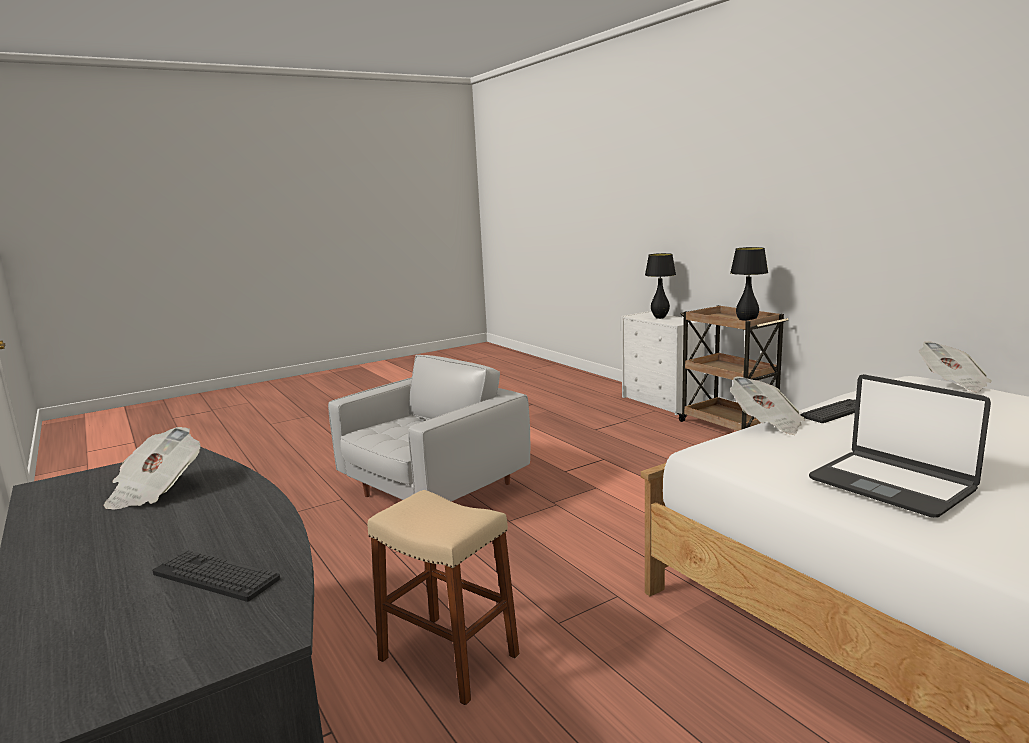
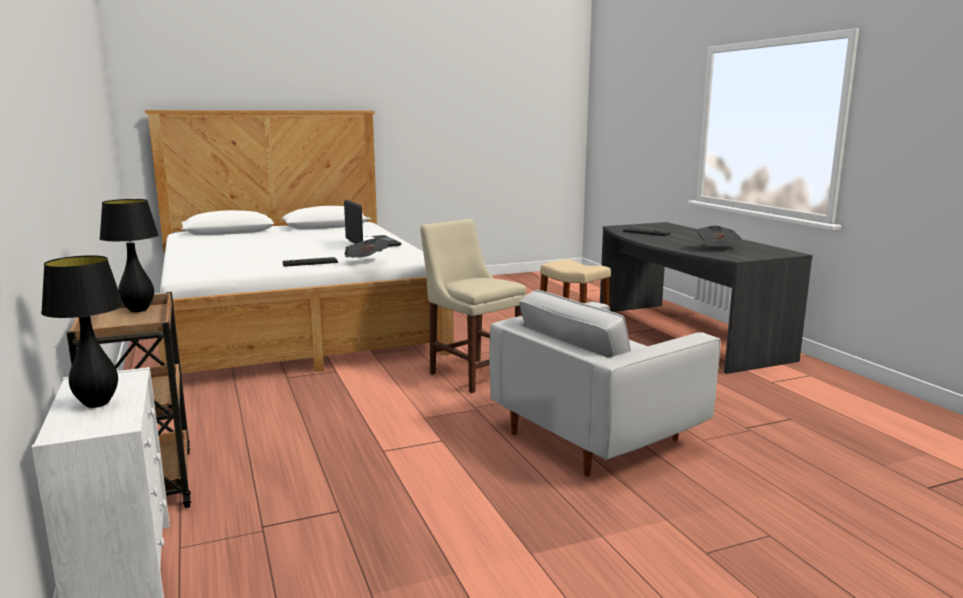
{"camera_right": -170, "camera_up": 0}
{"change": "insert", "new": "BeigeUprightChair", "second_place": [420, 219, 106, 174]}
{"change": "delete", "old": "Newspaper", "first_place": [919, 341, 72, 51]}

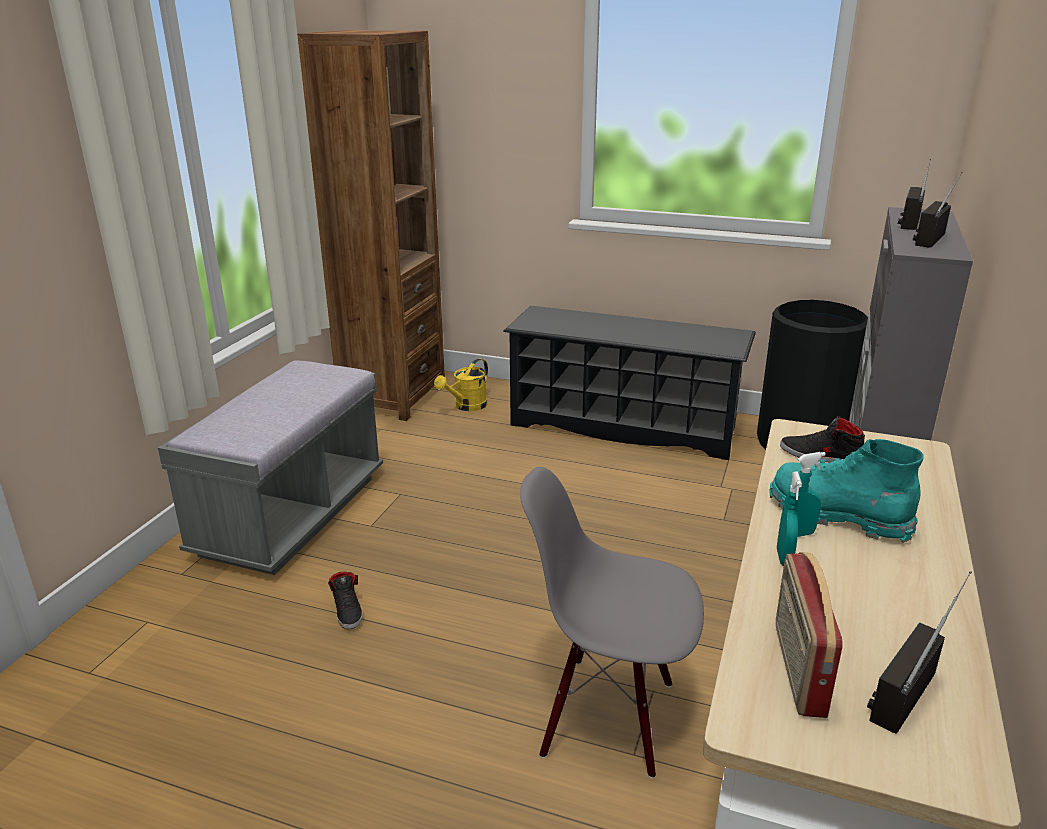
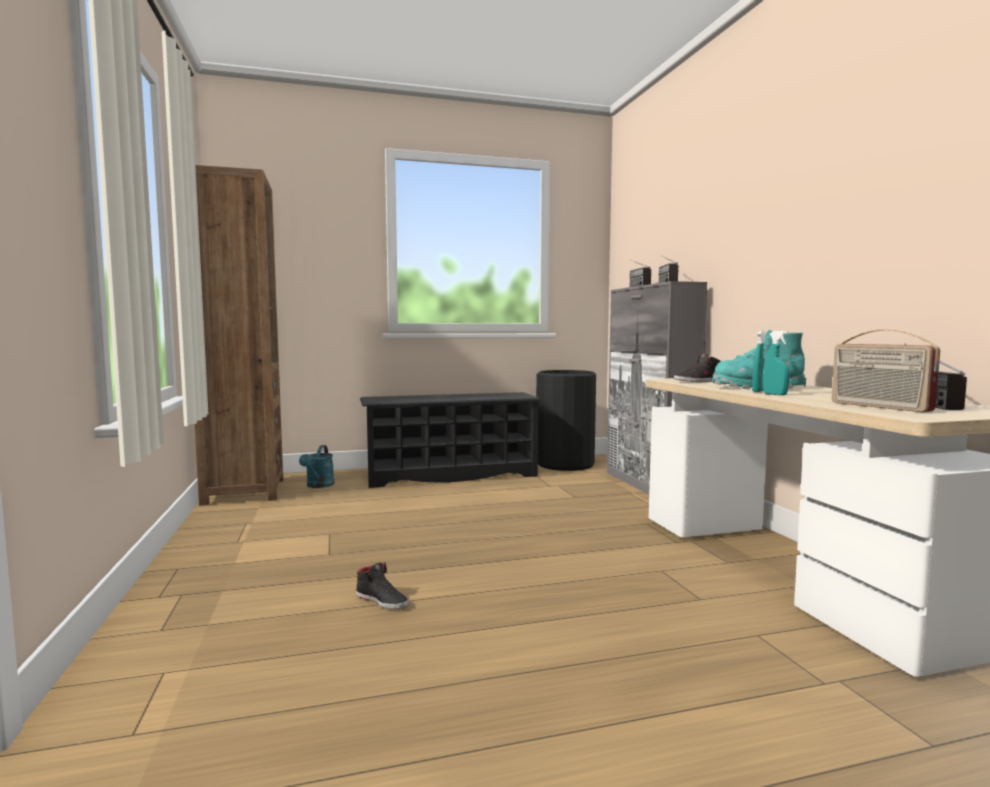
{"camera_right": -35, "camera_up": -20}
{"change": "recolor", "old": "YellowishWateringPot", "new": "BlueGreenWateringPot", "first_place": [434, 358, 54, 53], "second_place": [299, 445, 36, 43]}
{"change": "delete", "old": "GreyishBench", "first_place": [158, 360, 225, 215]}
{"change": "delete", "old": "GreyishUprightChair", "first_place": [520, 467, 184, 312]}

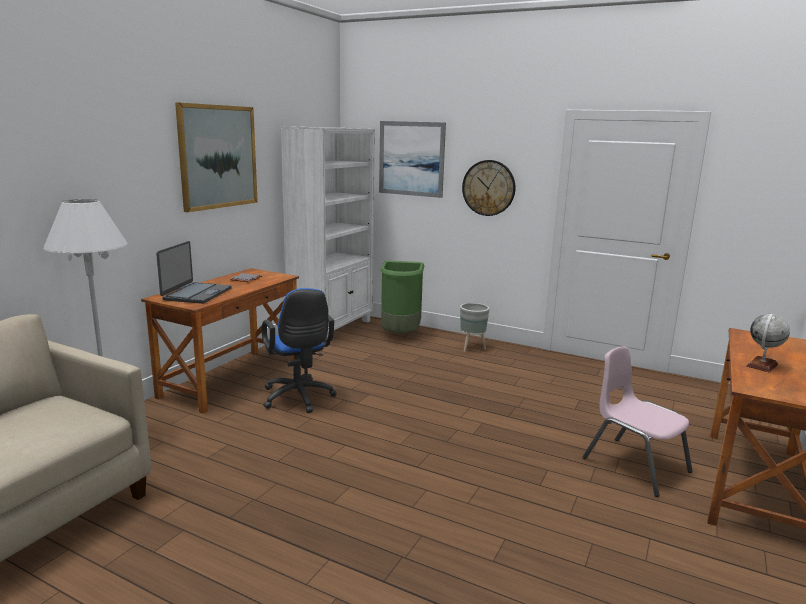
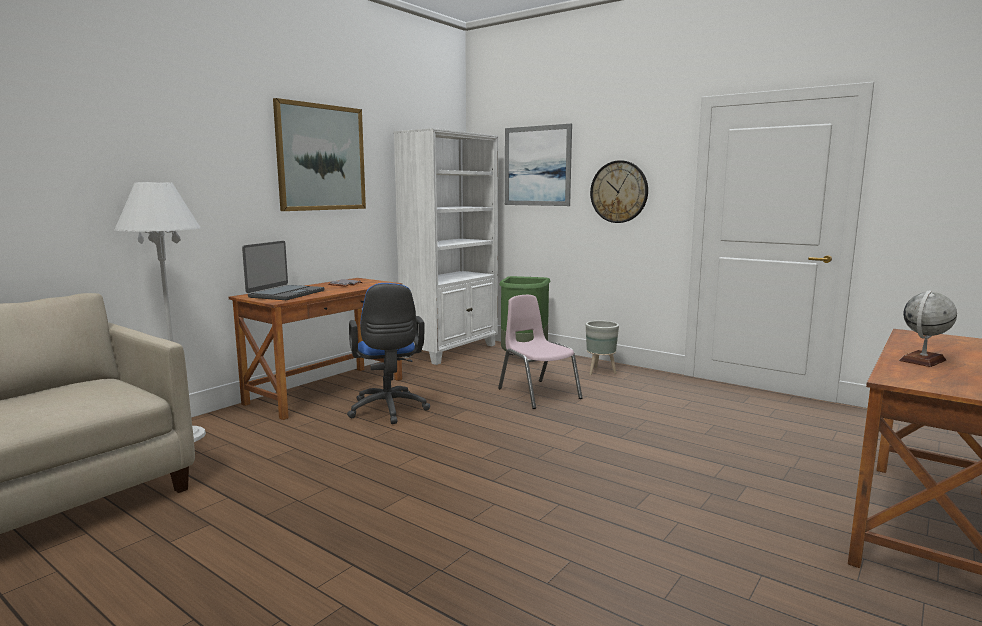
{"camera_right": 10, "camera_up": -5}
{"change": "move", "old": "PinkUprightChair", "first_place": [583, 346, 110, 151], "second_place": [498, 295, 85, 114]}

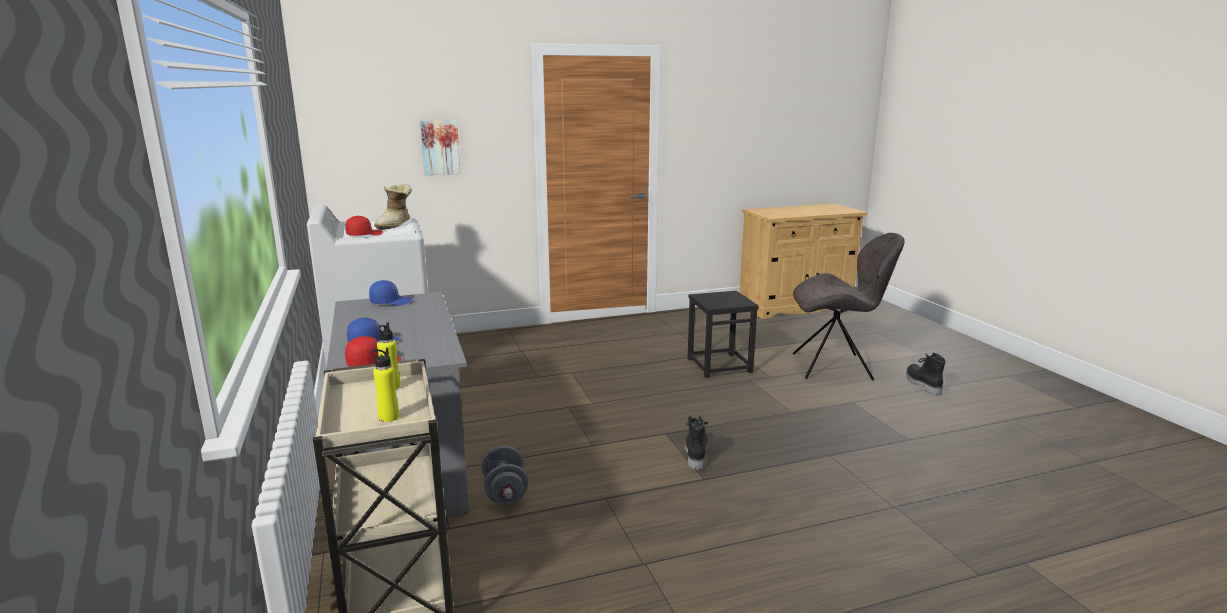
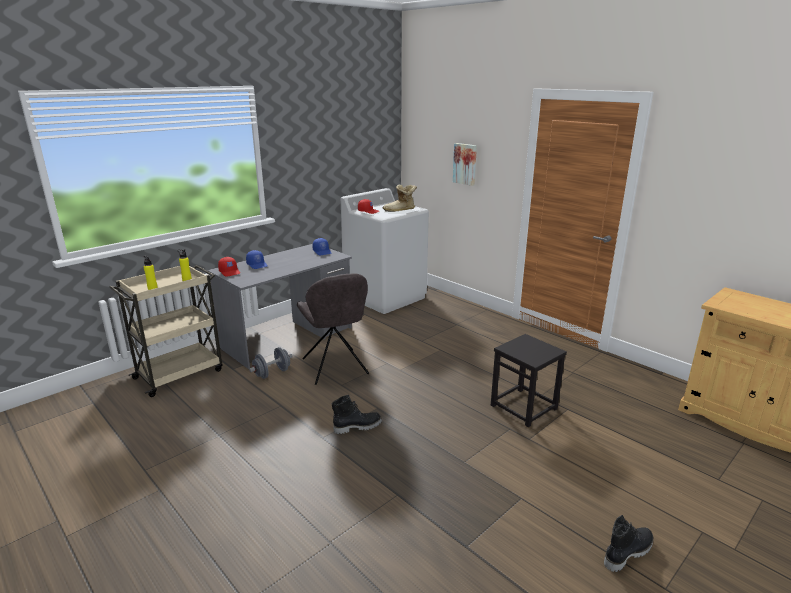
{"camera_right": 65, "camera_up": 5}
{"change": "move", "old": "GreyishUprightChair", "first_place": [793, 233, 112, 148], "second_place": [297, 273, 72, 112]}

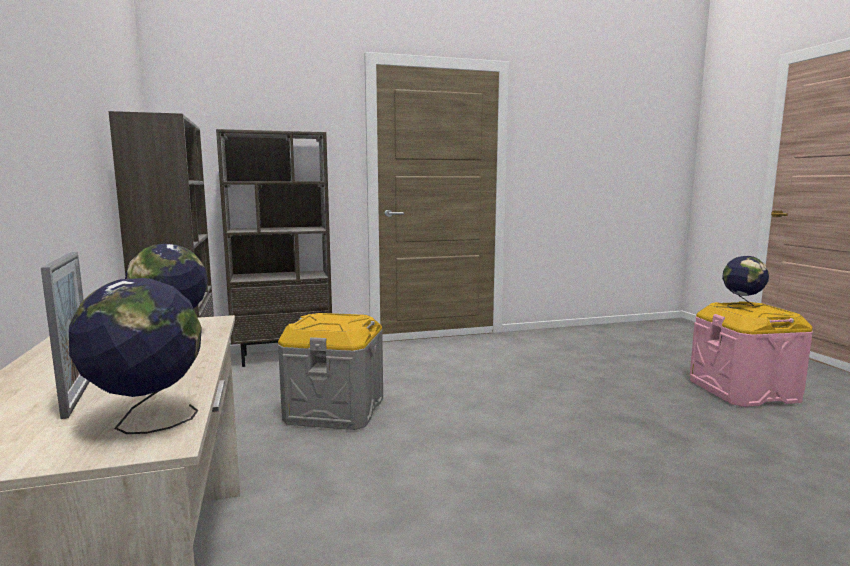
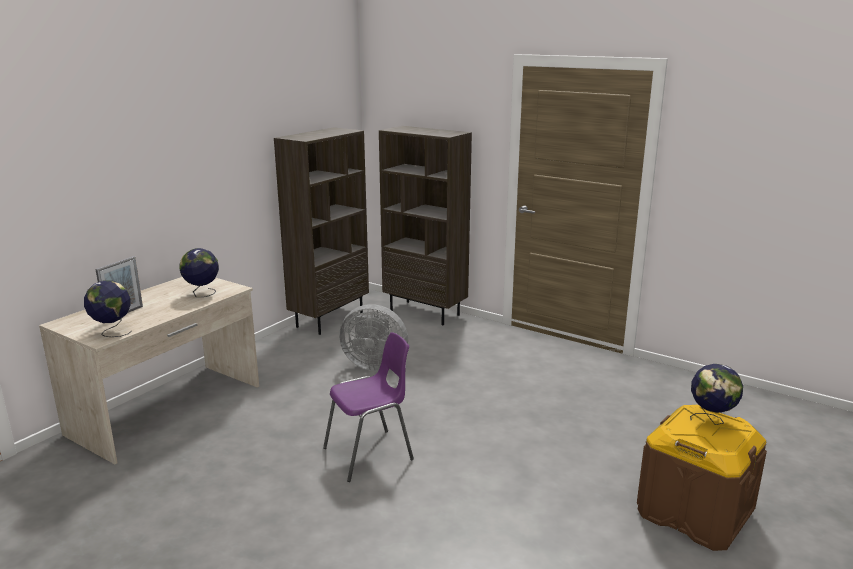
{"camera_right": 50, "camera_up": 10}
{"change": "insert", "new": "PurpleUprightChair", "second_place": [323, 332, 91, 150]}
{"change": "replace", "old": "GreyishStorageBin", "new": "GreyishElectricFan", "first_place": [278, 313, 105, 117], "second_place": [339, 304, 69, 67]}
{"change": "recolor", "old": "PinkStorageBin", "new": "BrownStorageBin", "first_place": [690, 301, 123, 106], "second_place": [637, 405, 130, 146]}

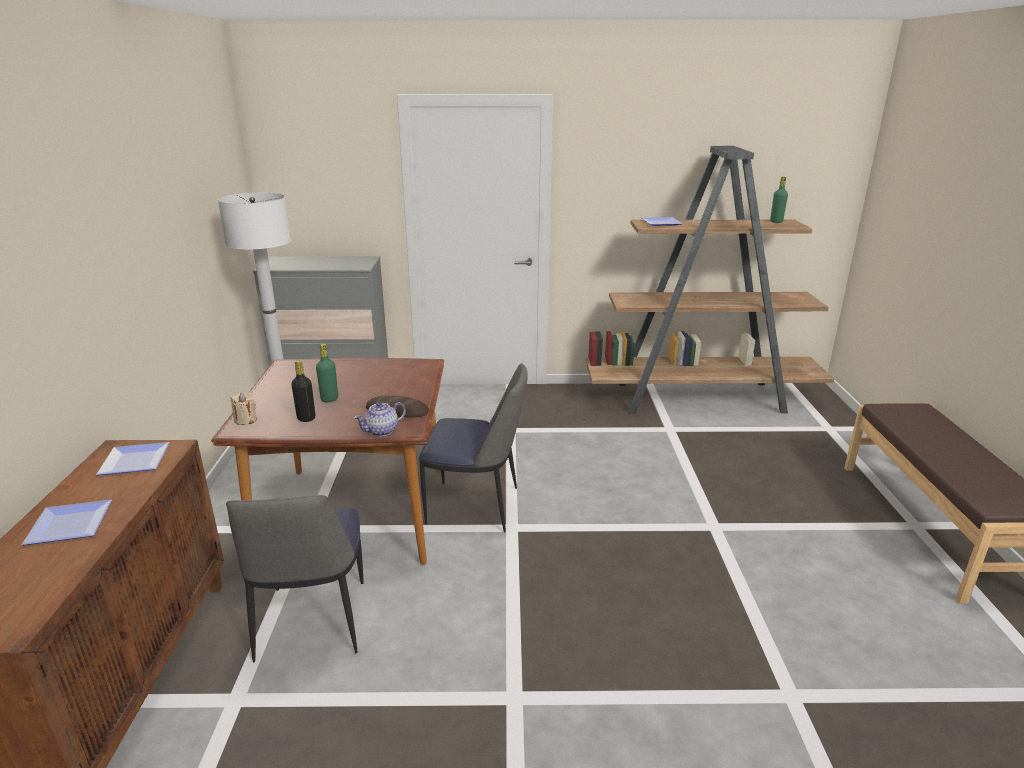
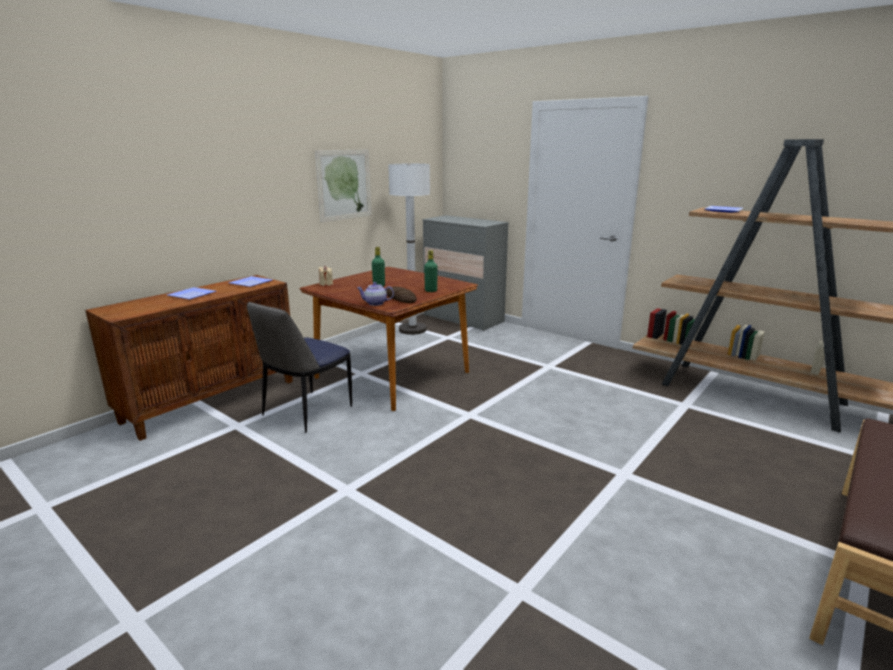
{"camera_right": 40, "camera_up": -5}
{"change": "insert", "new": "WallArt", "second_place": [315, 149, 57, 74]}
{"change": "move", "old": "GreenishDrinkBottle", "first_place": [770, 177, 18, 46], "second_place": [424, 250, 14, 42]}
{"change": "delete", "old": "BlackColouredDrinkBottle", "first_place": [291, 360, 24, 62]}
{"change": "delete", "old": "UprightChair", "first_place": [419, 363, 109, 169]}

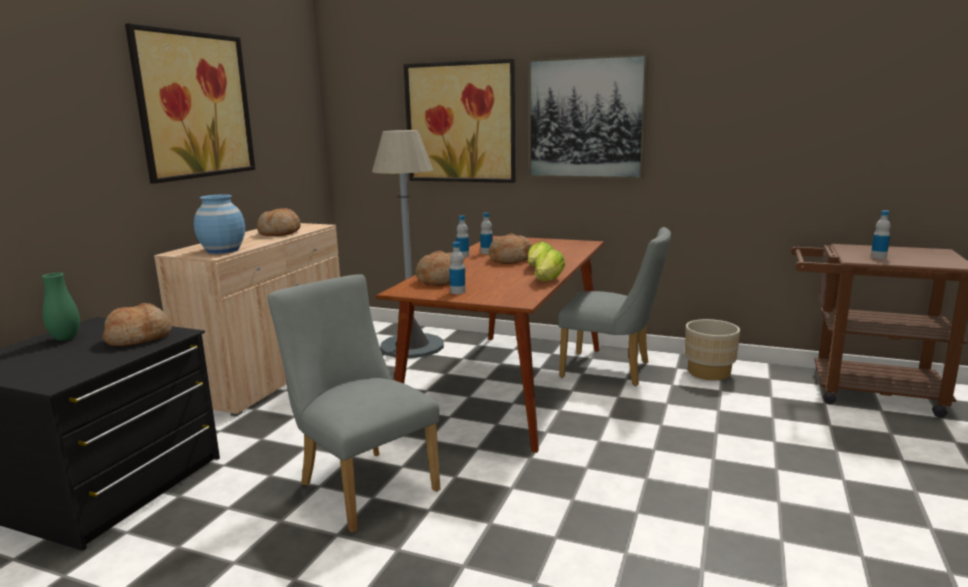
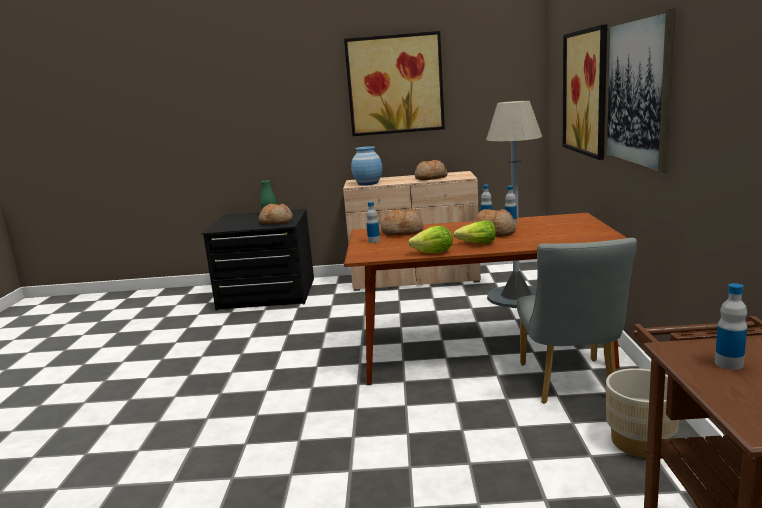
{"camera_right": 70, "camera_up": 0}
{"change": "delete", "old": "GreyishUprightChair", "first_place": [268, 275, 173, 258]}

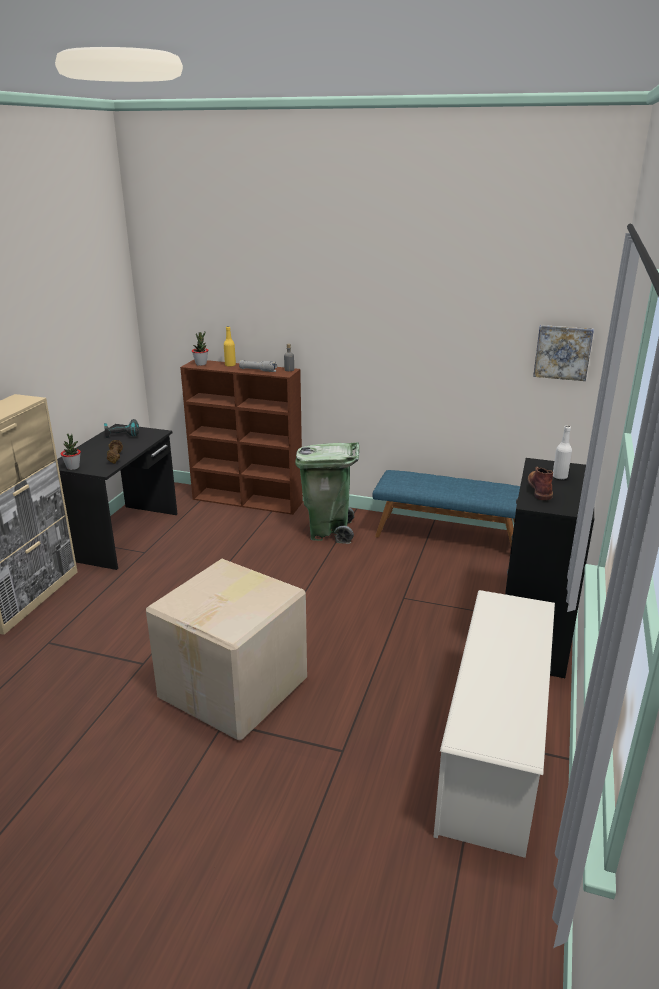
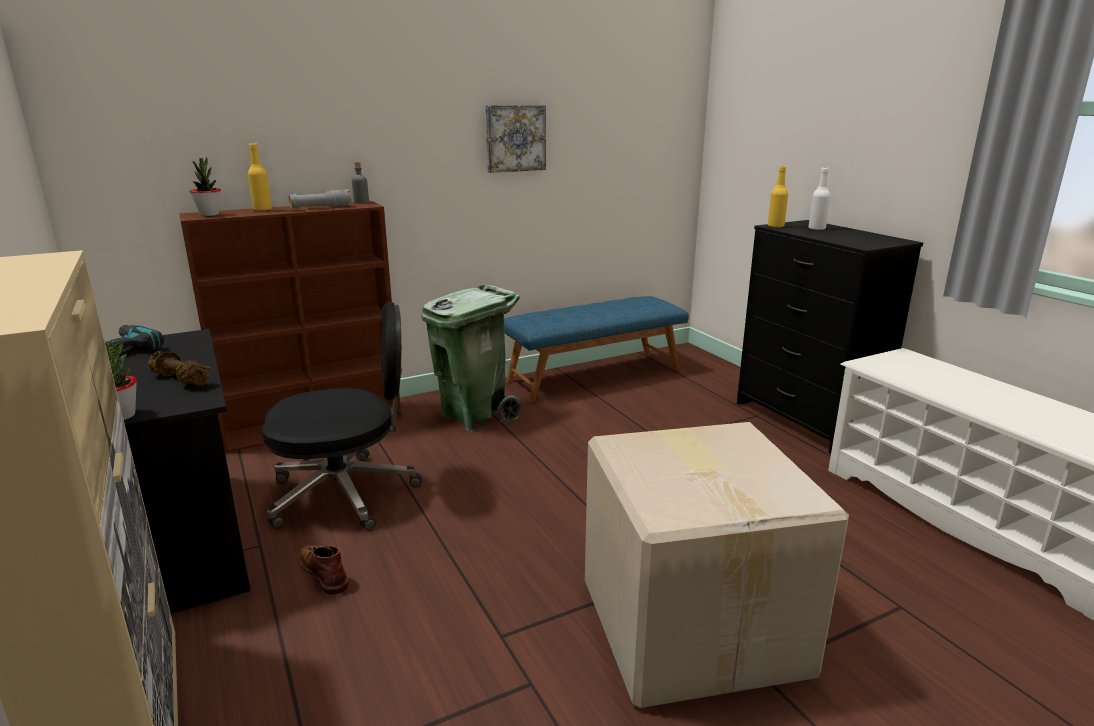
{"camera_right": -45, "camera_up": -5}
{"change": "insert", "new": "BlackColouredOfficeChair", "second_place": [262, 302, 160, 229]}
{"change": "move", "old": "BrownTallBoot", "first_place": [528, 467, 25, 34], "second_place": [298, 545, 51, 50]}
{"change": "move", "old": "WallArt", "first_place": [533, 325, 61, 56], "second_place": [486, 105, 60, 68]}
{"change": "insert", "new": "YellowishDrinkBottle", "second_place": [768, 166, 20, 61]}

